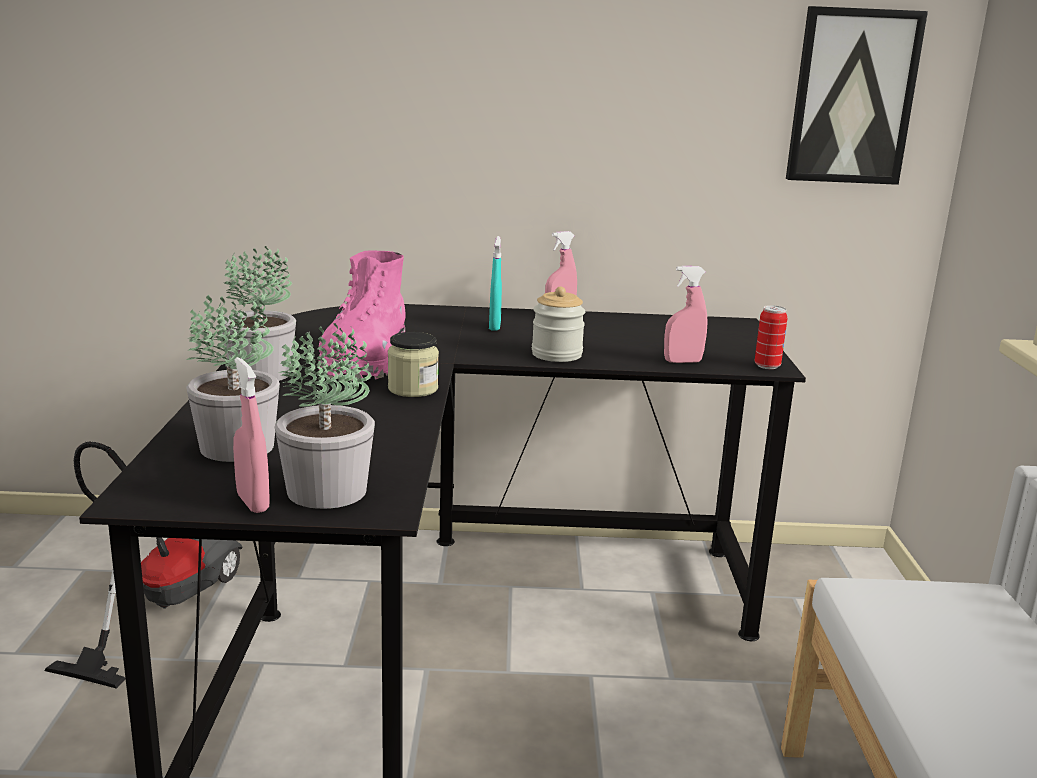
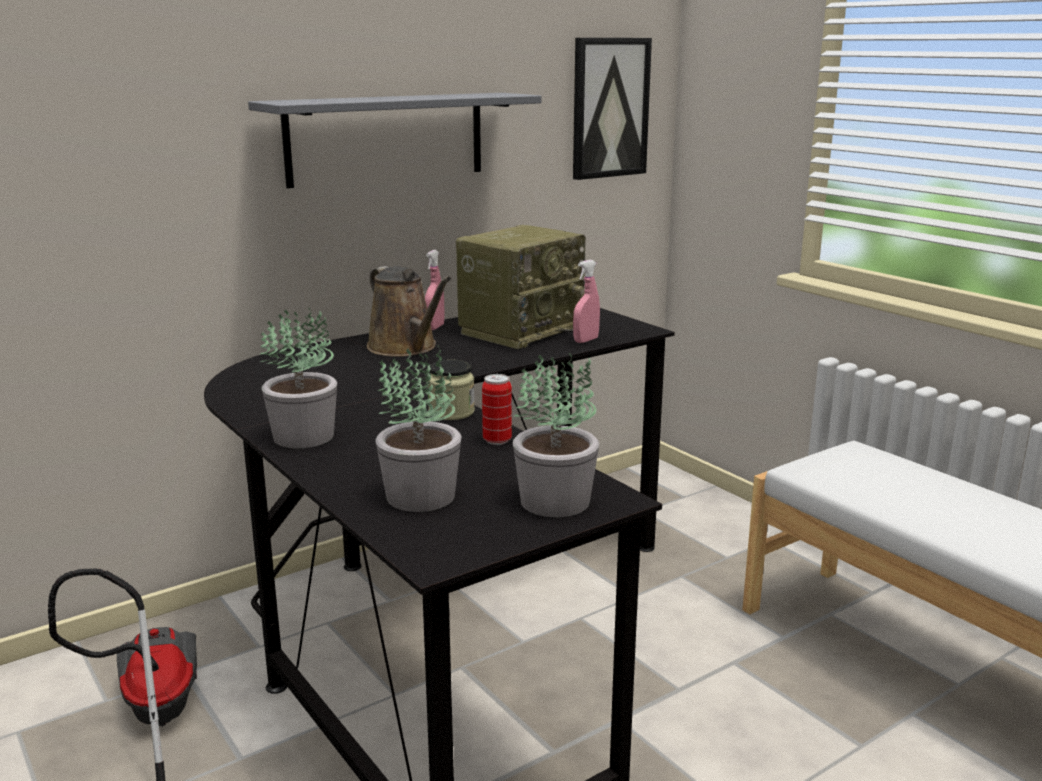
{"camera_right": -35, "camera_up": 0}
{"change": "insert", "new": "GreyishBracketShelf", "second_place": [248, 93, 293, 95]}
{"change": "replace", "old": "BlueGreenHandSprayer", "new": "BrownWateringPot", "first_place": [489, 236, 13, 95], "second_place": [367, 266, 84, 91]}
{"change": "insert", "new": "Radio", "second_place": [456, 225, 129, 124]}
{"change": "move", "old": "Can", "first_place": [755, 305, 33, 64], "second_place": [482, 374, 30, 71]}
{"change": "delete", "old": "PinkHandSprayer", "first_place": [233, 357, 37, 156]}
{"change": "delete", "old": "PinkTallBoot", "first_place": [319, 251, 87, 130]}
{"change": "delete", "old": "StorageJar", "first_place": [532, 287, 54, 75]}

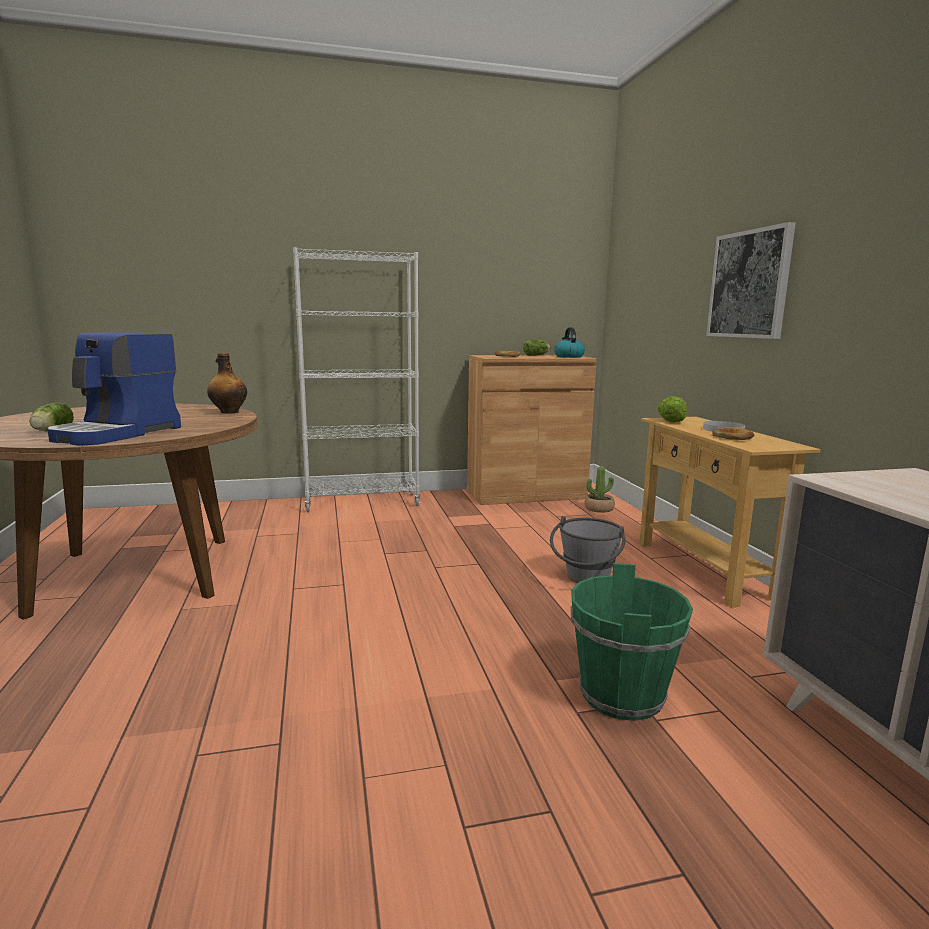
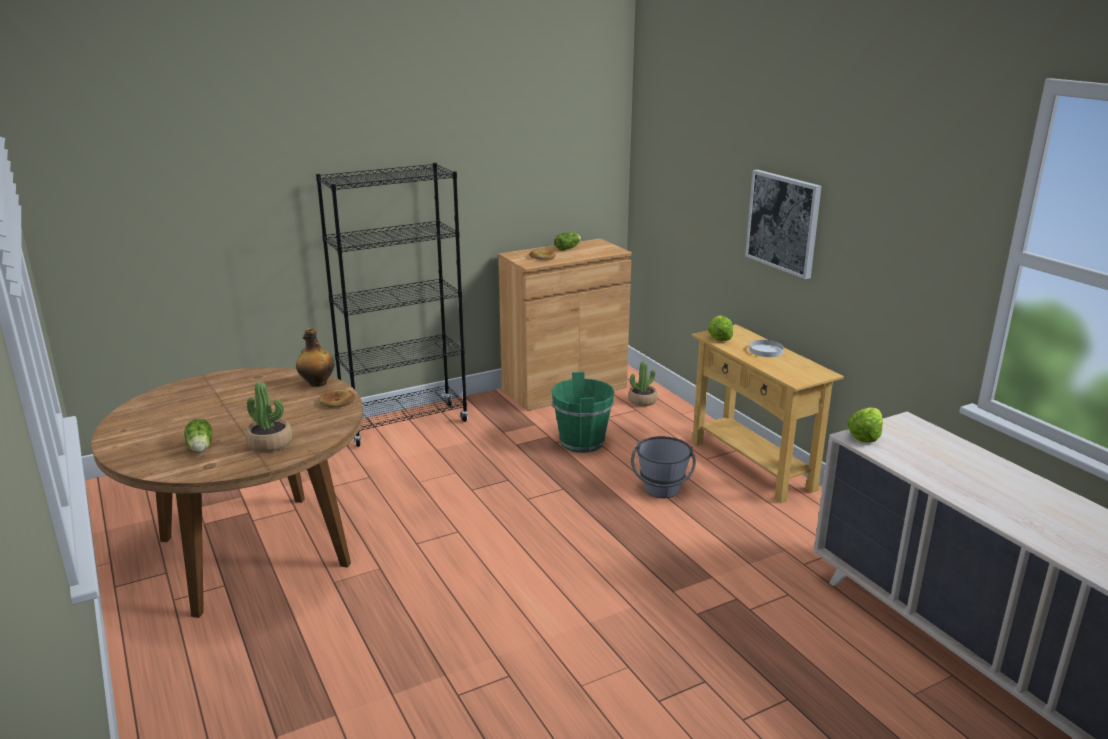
{"camera_right": -15, "camera_up": 10}
{"change": "replace", "old": "CoffeeBrewer", "new": "PottedPlant", "first_place": [48, 332, 133, 113], "second_place": [245, 382, 48, 70]}
{"change": "recolor", "old": "WhiteShelvingUnit", "new": "BlackColouredShelvingUnit", "first_place": [293, 247, 127, 265], "second_place": [316, 163, 152, 284]}
{"change": "move", "old": "BakedBread", "first_place": [712, 427, 43, 13], "second_place": [319, 389, 36, 19]}
{"change": "move", "old": "GreenishBucket", "first_place": [571, 563, 122, 158], "second_place": [552, 372, 63, 81]}
{"change": "insert", "new": "Lettuce", "second_place": [847, 408, 36, 34]}
{"change": "delete", "old": "TeaKettle", "first_place": [554, 327, 31, 31]}

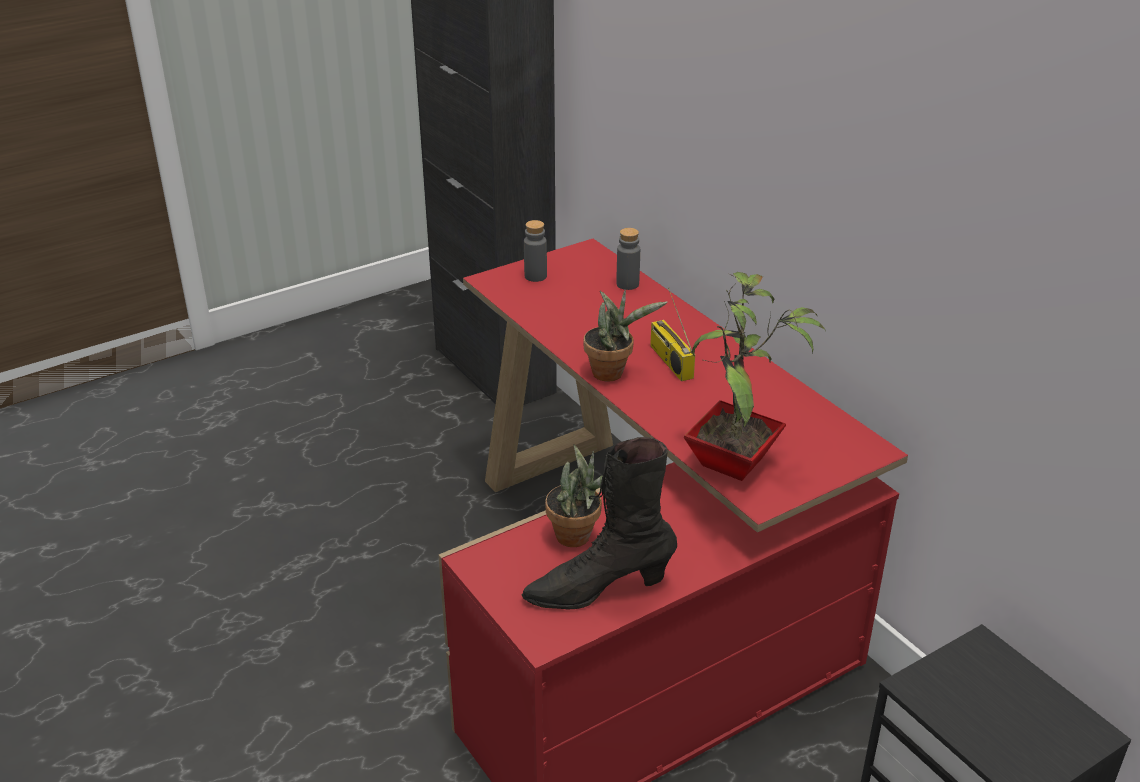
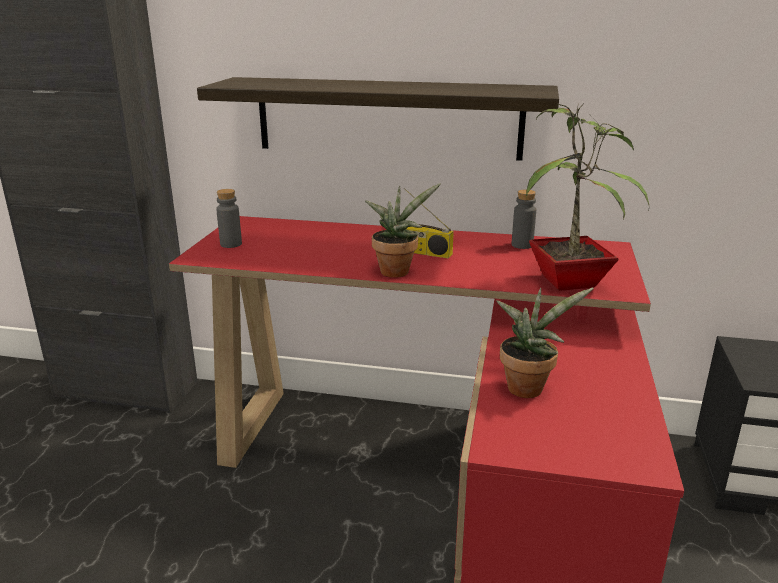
{"camera_right": -45, "camera_up": -10}
{"change": "insert", "new": "BracketShelf", "second_place": [197, 77, 362, 84]}
{"change": "move", "old": "GreyishDrinkBottle", "first_place": [616, 228, 24, 62], "second_place": [512, 190, 24, 59]}
{"change": "delete", "old": "BlackColouredTallBoot", "first_place": [522, 437, 155, 173]}

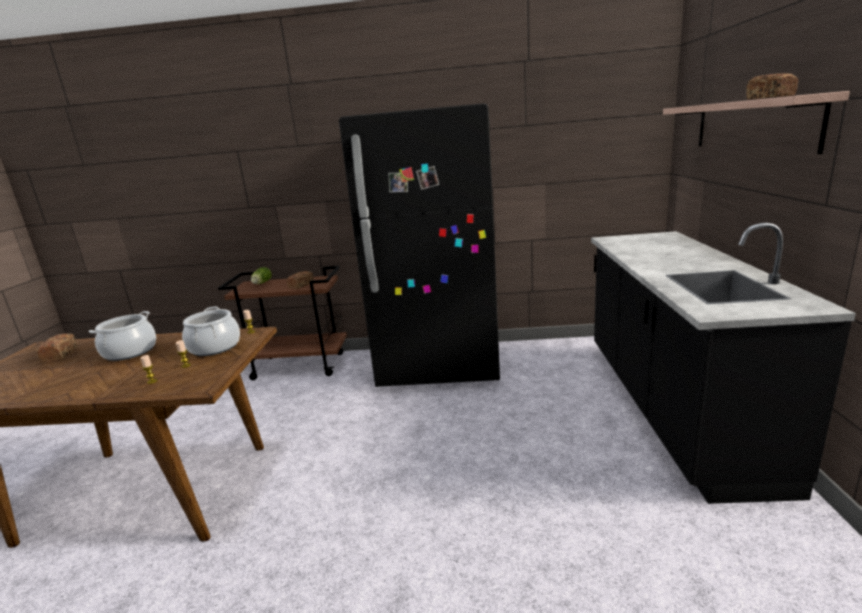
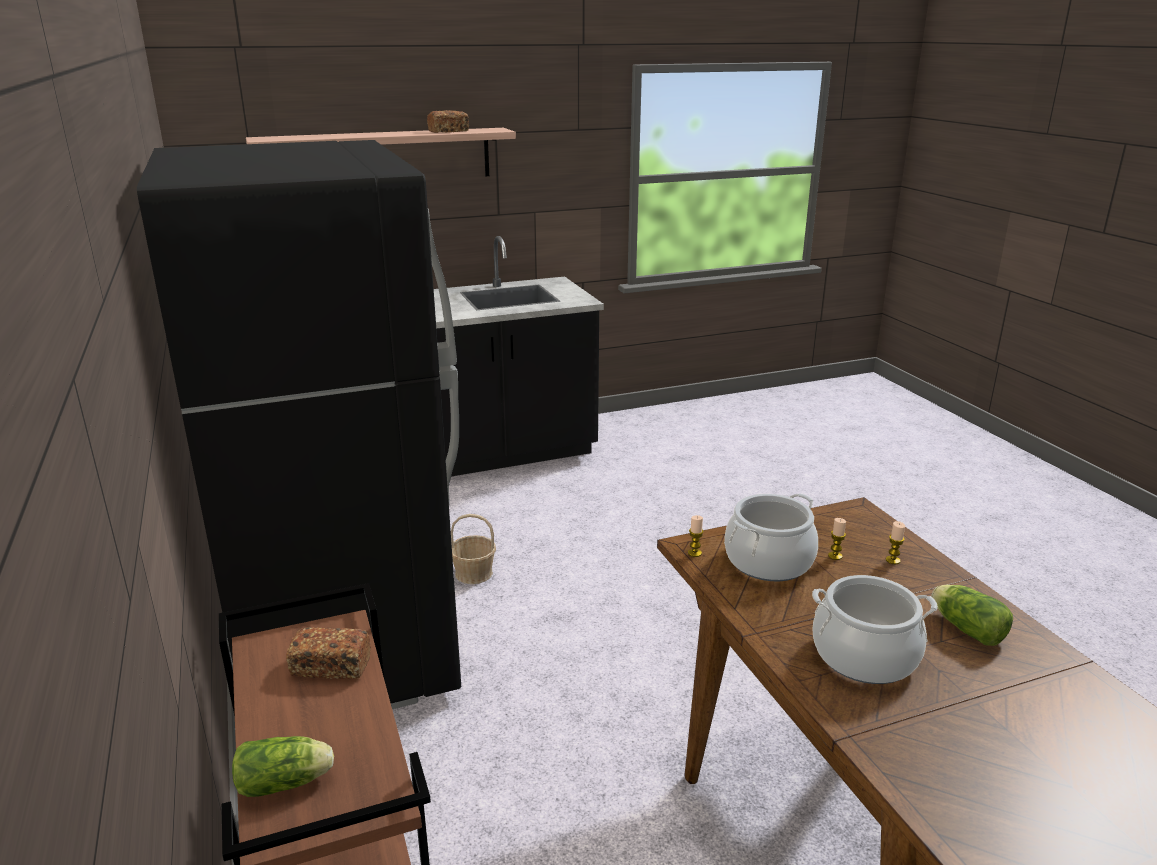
{"camera_right": -115, "camera_up": 5}
{"change": "insert", "new": "HouseholdBasket", "second_place": [451, 514, 45, 70]}
{"change": "insert", "new": "Lettuce", "second_place": [931, 585, 82, 61]}
{"change": "delete", "old": "BakedBread", "first_place": [37, 333, 40, 30]}

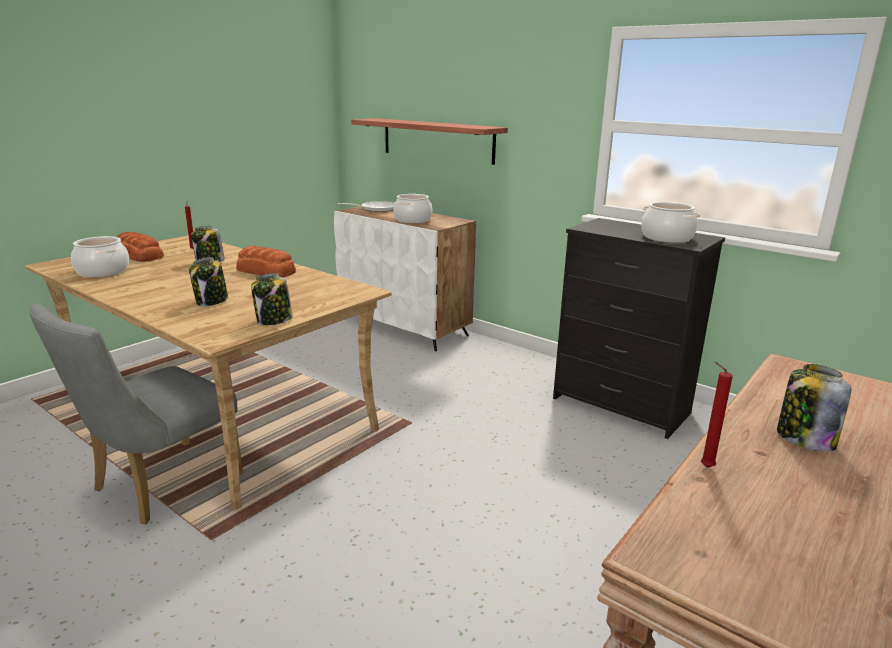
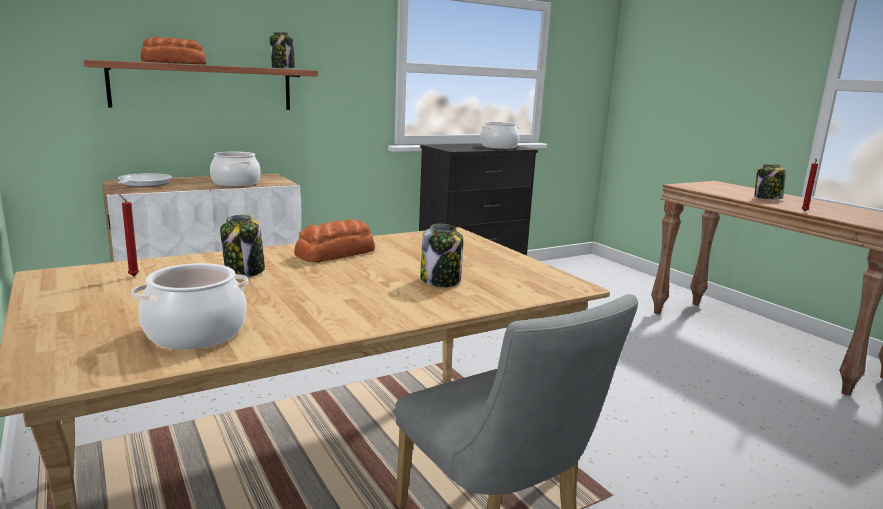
{"camera_right": -70, "camera_up": -5}
{"change": "move", "old": "BakedBread", "first_place": [117, 232, 47, 30], "second_place": [141, 37, 65, 28]}
{"change": "move", "old": "StorageJar", "first_place": [251, 273, 42, 53], "second_place": [270, 32, 25, 36]}

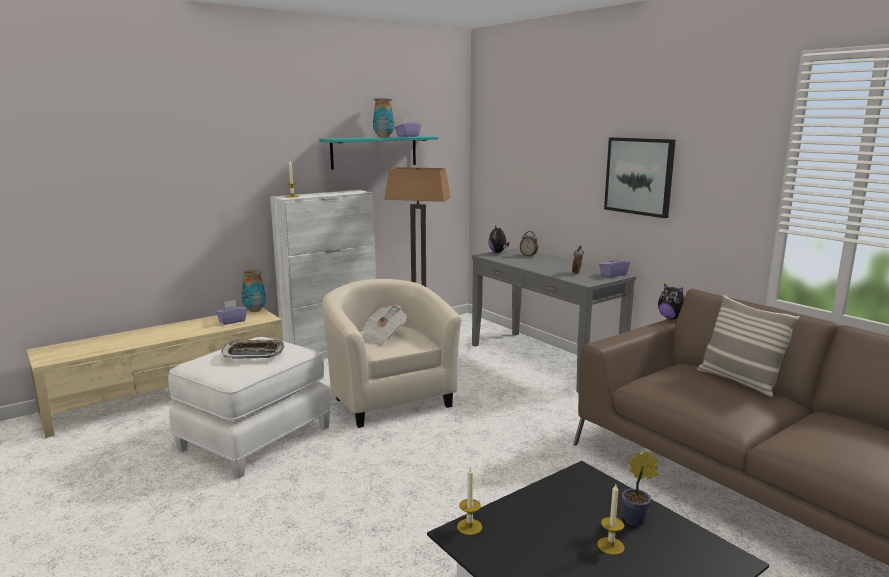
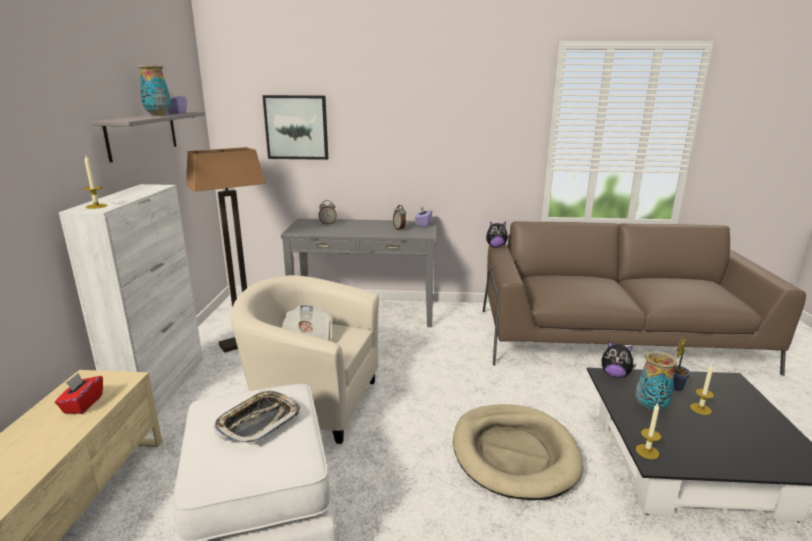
{"camera_right": -50, "camera_up": 5}
{"change": "recolor", "old": "PurpleTissueBox", "new": "RedTissueBox", "first_place": [216, 300, 31, 25], "second_place": [55, 373, 48, 41]}
{"change": "recolor", "old": "BlueGreenBracketShelf", "new": "GreyishBracketShelf", "first_place": [319, 136, 119, 34], "second_place": [92, 112, 113, 51]}
{"change": "move", "old": "WallArt", "first_place": [604, 137, 72, 81], "second_place": [262, 95, 66, 65]}
{"change": "insert", "new": "BeigeDogCushion", "second_place": [453, 404, 131, 96]}
{"change": "move", "old": "CuddlyToy", "first_place": [489, 226, 21, 27], "second_place": [601, 341, 36, 37]}
{"change": "move", "old": "FlowerVase", "first_place": [242, 269, 24, 43], "second_place": [635, 351, 42, 61]}
{"change": "delete", "old": "Cushion", "first_place": [697, 295, 103, 102]}

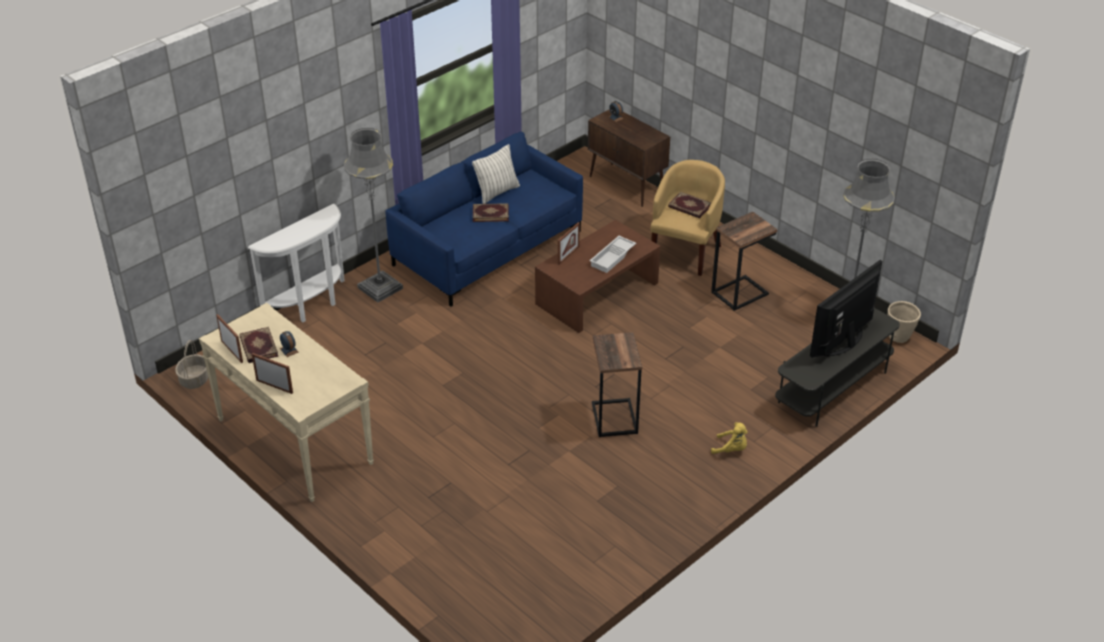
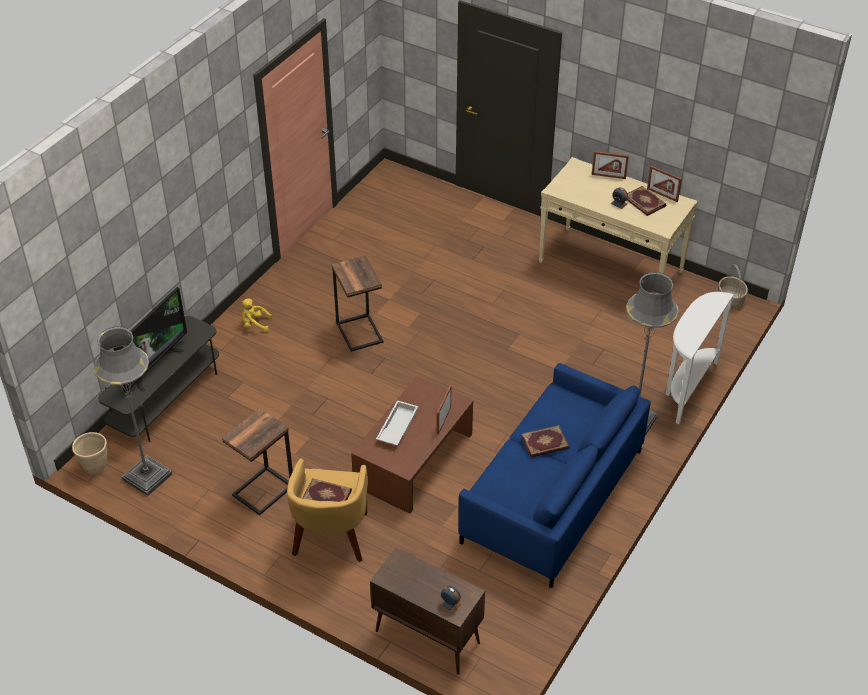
{"camera_right": 165, "camera_up": 5}
{"change": "delete", "old": "Cushion", "first_place": [472, 144, 48, 60]}

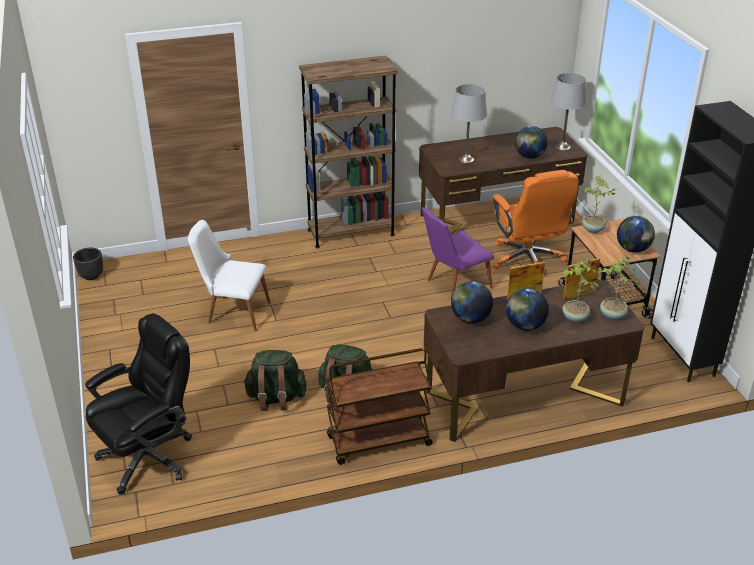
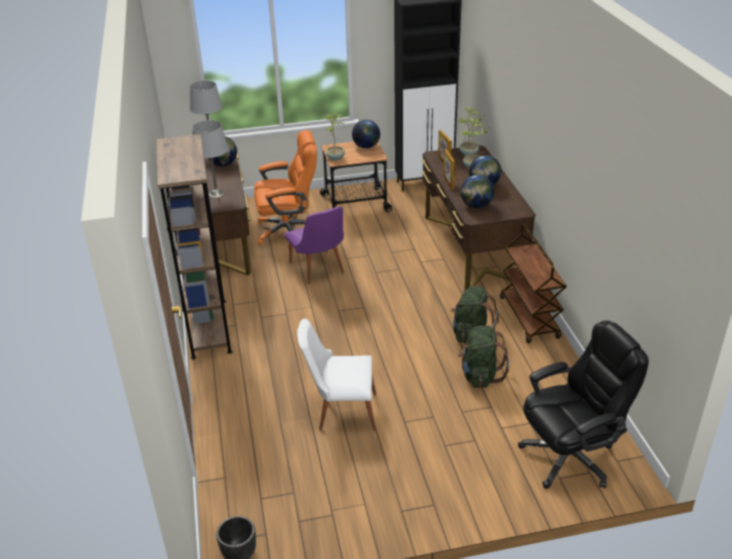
{"camera_right": -85, "camera_up": 0}
{"change": "rotate", "old": "WhiteUprightChair", "first_place": [188, 220, 82, 111], "second_place": [297, 318, 79, 113], "degrees": 75}
{"change": "rotate", "old": "BlackColouredOfficeChair", "first_place": [85, 313, 107, 182], "second_place": [518, 320, 131, 169], "degrees": 105}

